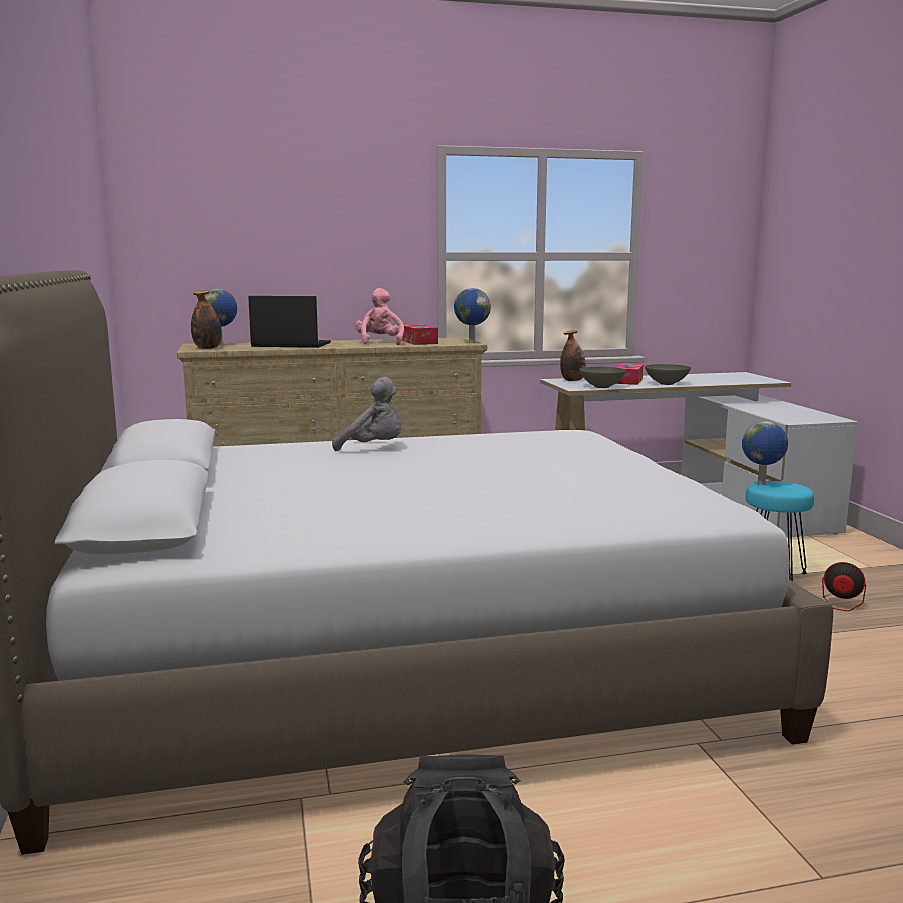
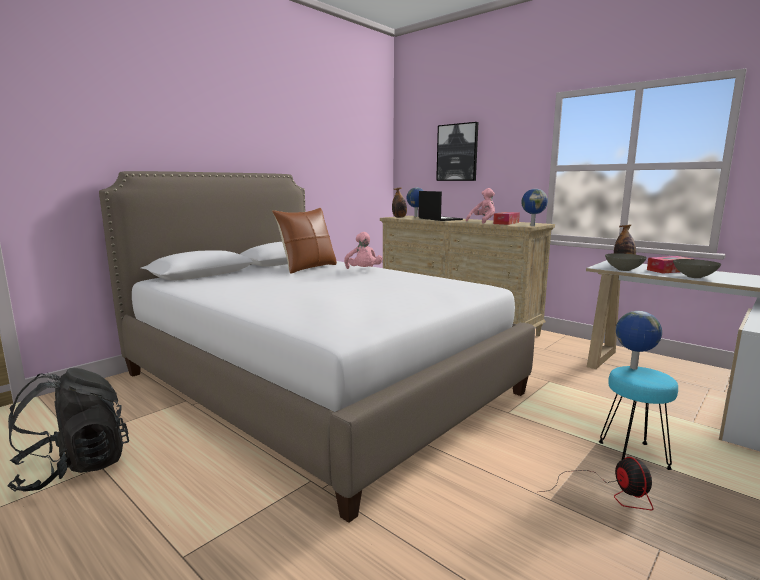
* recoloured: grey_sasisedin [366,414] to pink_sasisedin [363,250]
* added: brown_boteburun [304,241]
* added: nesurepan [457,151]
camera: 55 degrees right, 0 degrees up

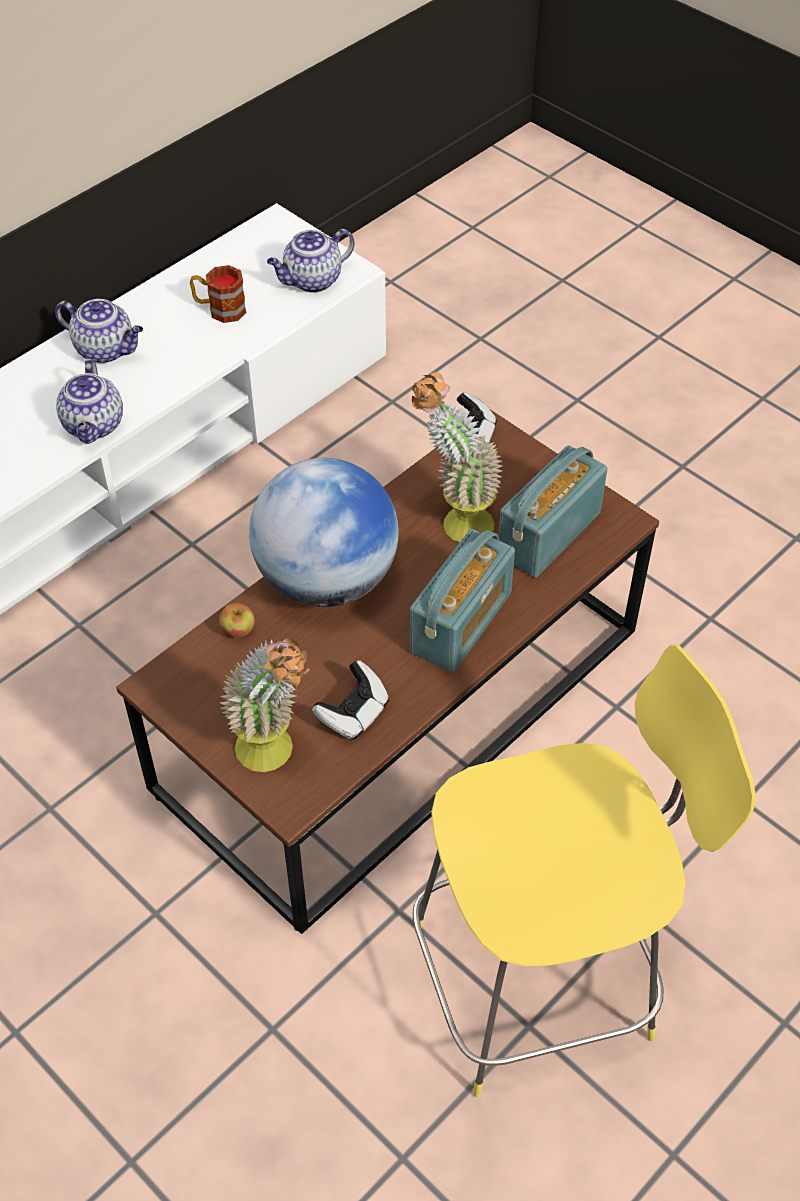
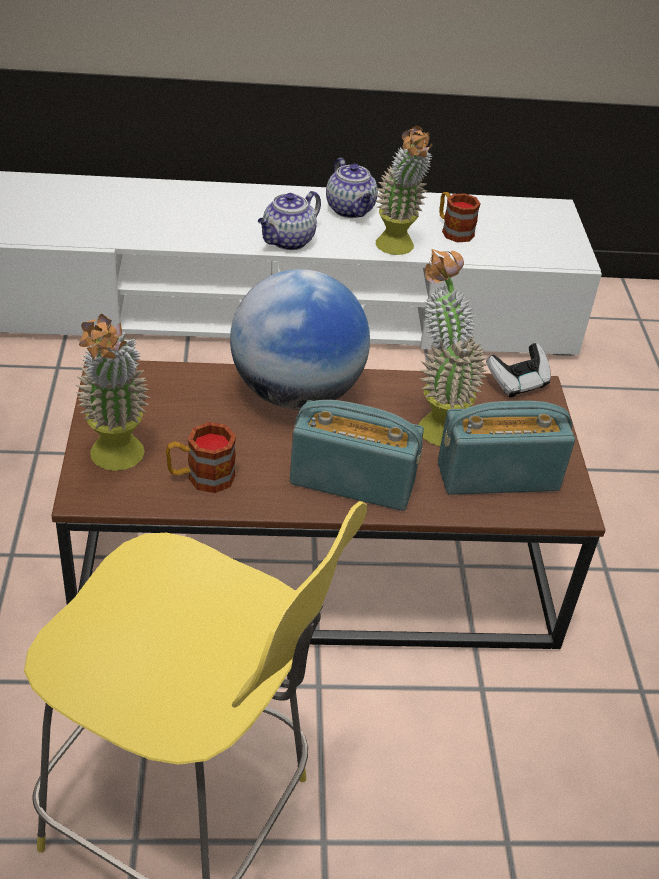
* removed: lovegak [237,620]
* removed: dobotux [311,261]
* replaced: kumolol [350,700] to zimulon [201,457]
* turned: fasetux [462,600] = [357,455] 150 degrees counterclockwise
* added: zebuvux [404,190]
camera: 40 degrees right, 10 degrees down

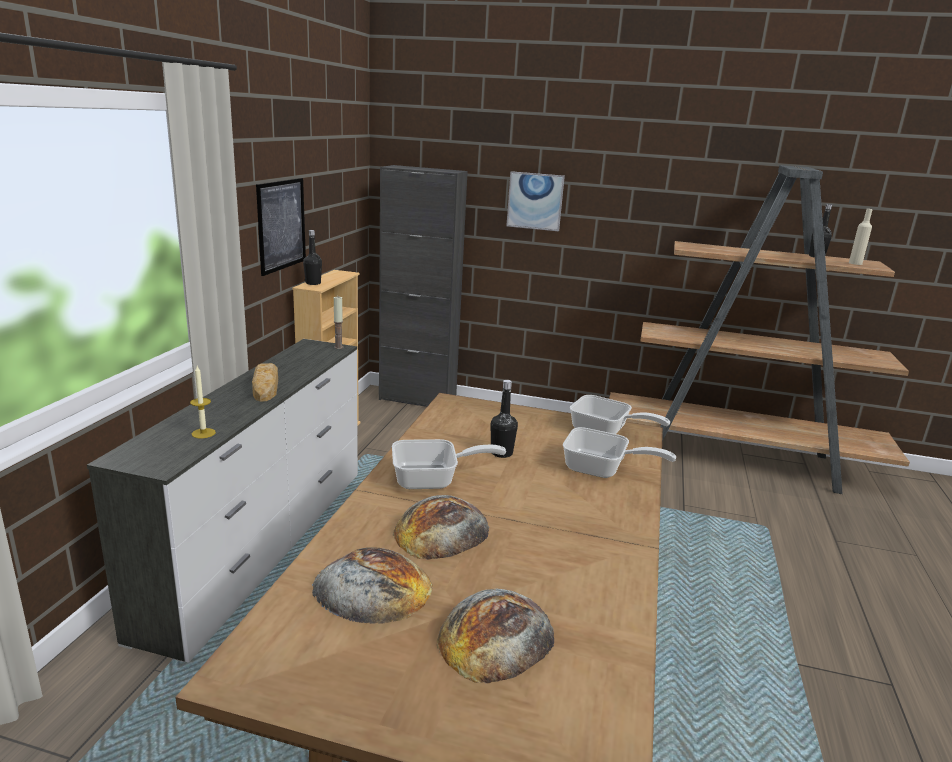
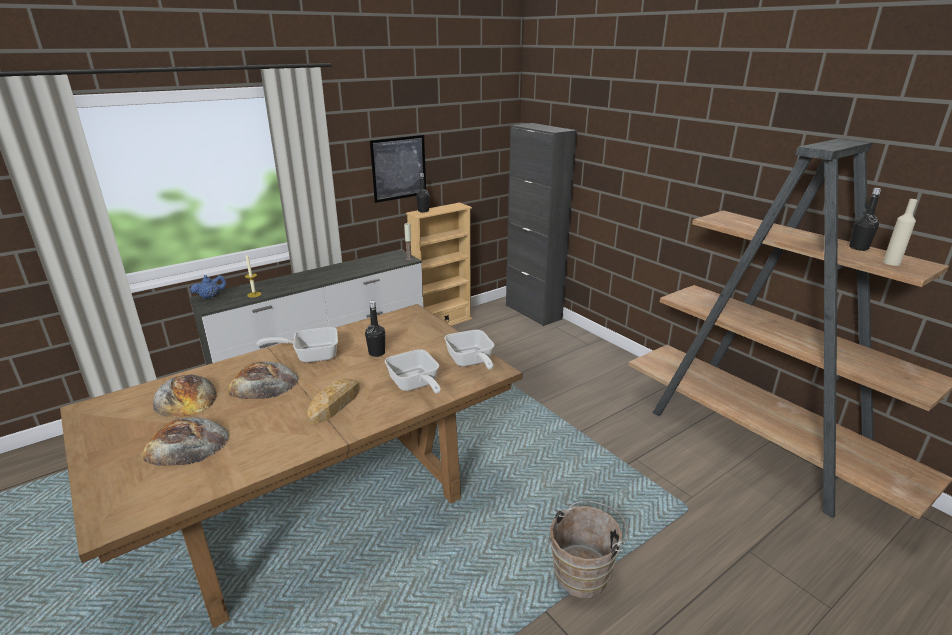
* moved: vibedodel [265,382] to [333,402]
* turned: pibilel [449,464] = [297,345] 135 degrees clockwise
* removed: nesurepan [535,201]
* added: blue_dobotux [208,287]
* added: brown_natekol [589,549]
camera: 40 degrees right, 5 degrees up

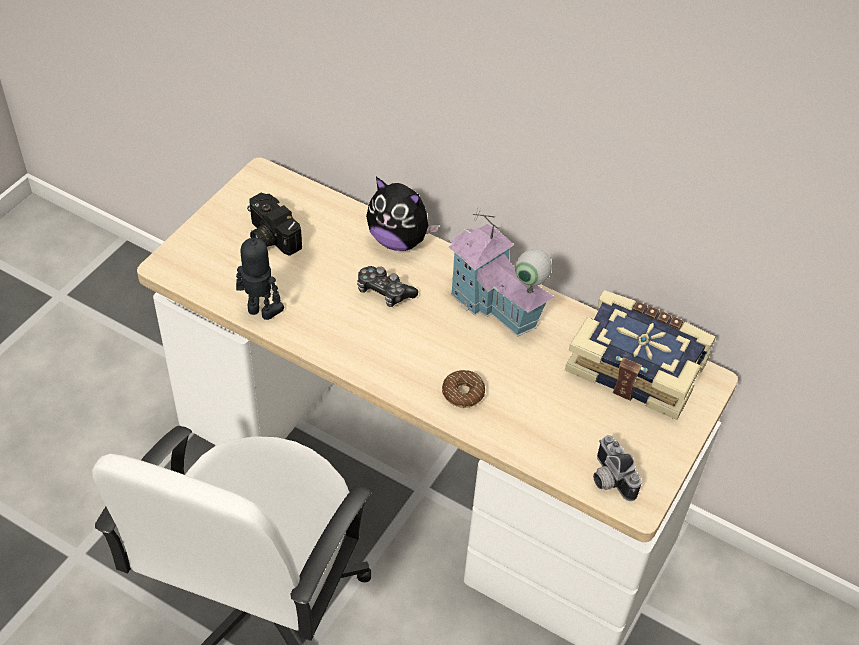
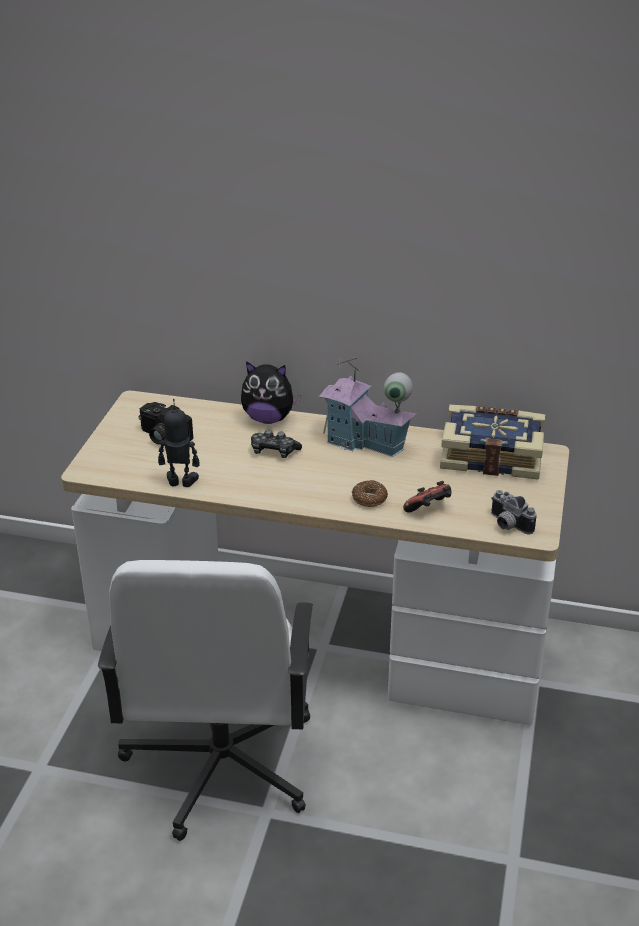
* added: kumolol [427,497]
camera: 15 degrees left, 15 degrees down

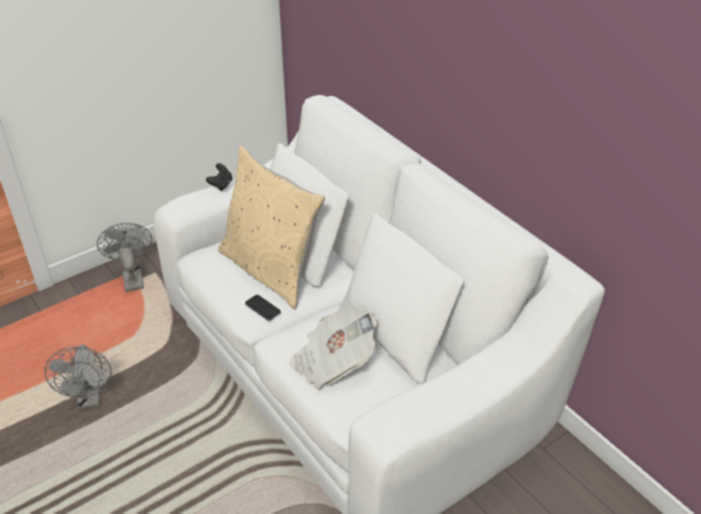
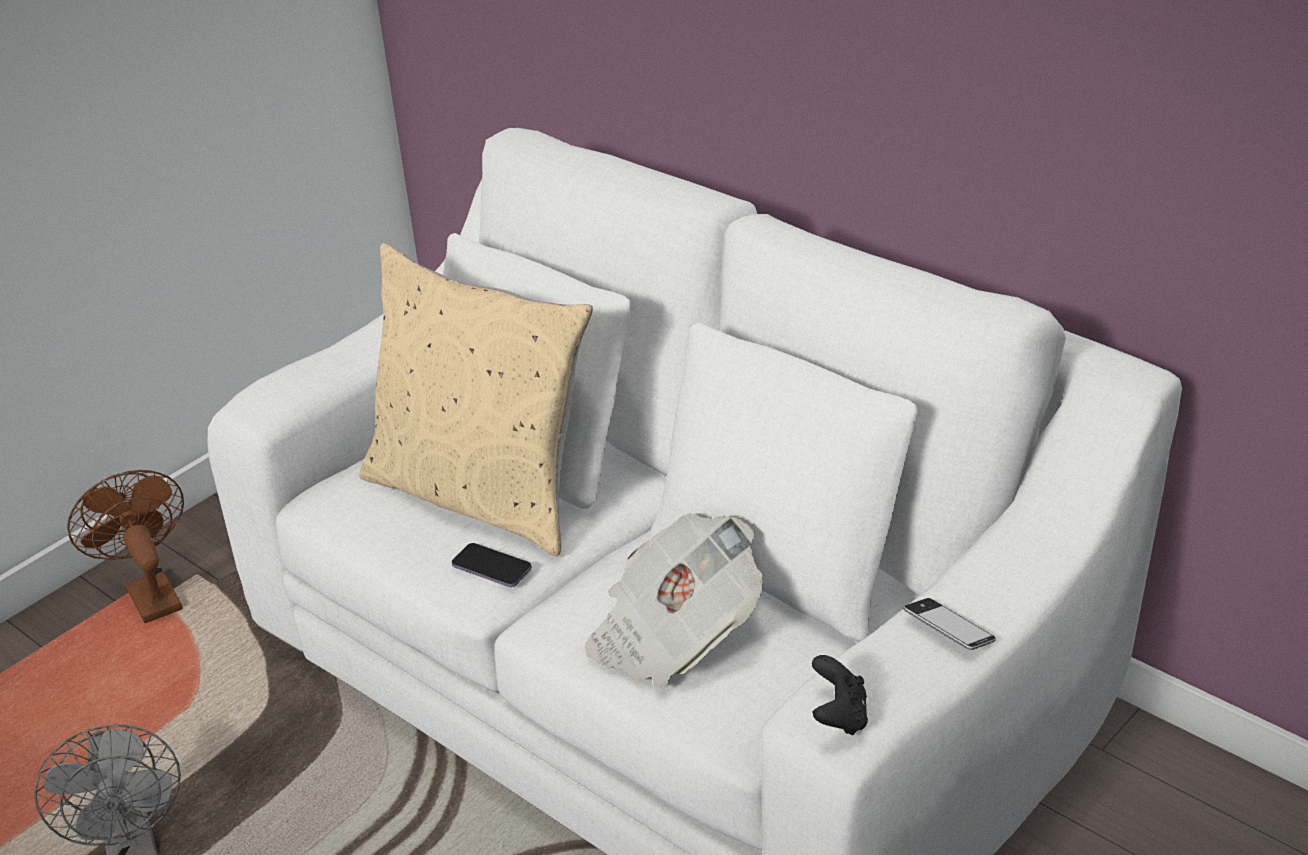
* recoloured: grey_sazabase [124,257] to brown_sazabase [125,546]
* moved: black_kumolol [219,177] to [840,695]
* added: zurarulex [950,624]
camera: 10 degrees left, 5 degrees down

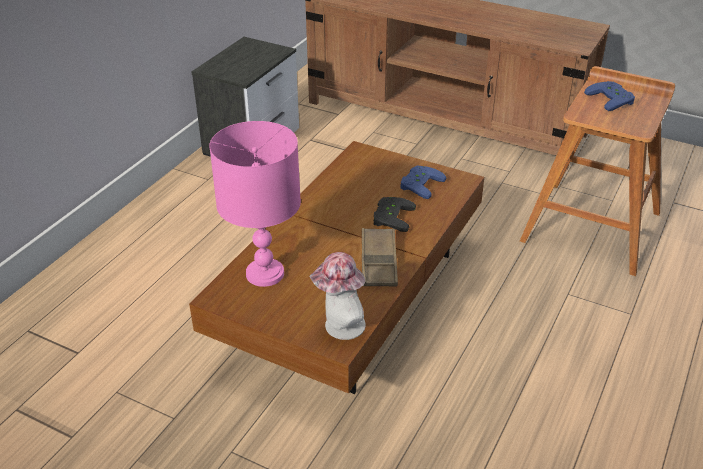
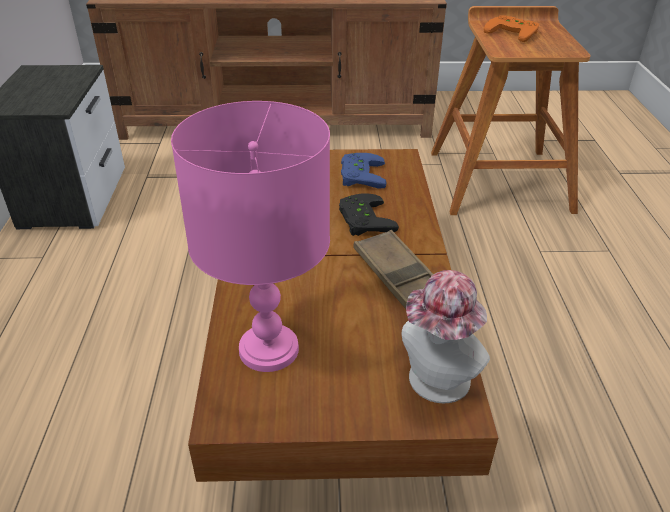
* recoloured: blue_kumolol [609,96] to orange_kumolol [511,28]
camera: 30 degrees left, 0 degrees up

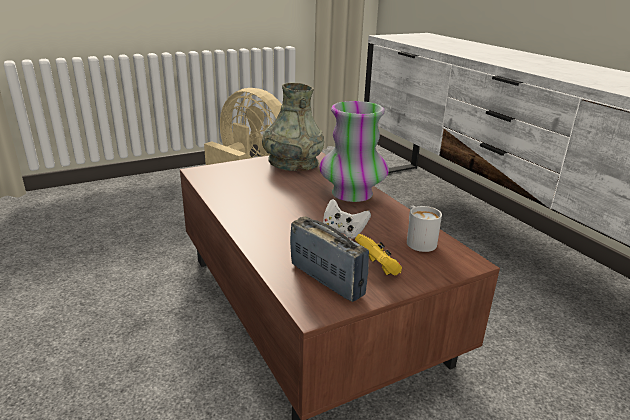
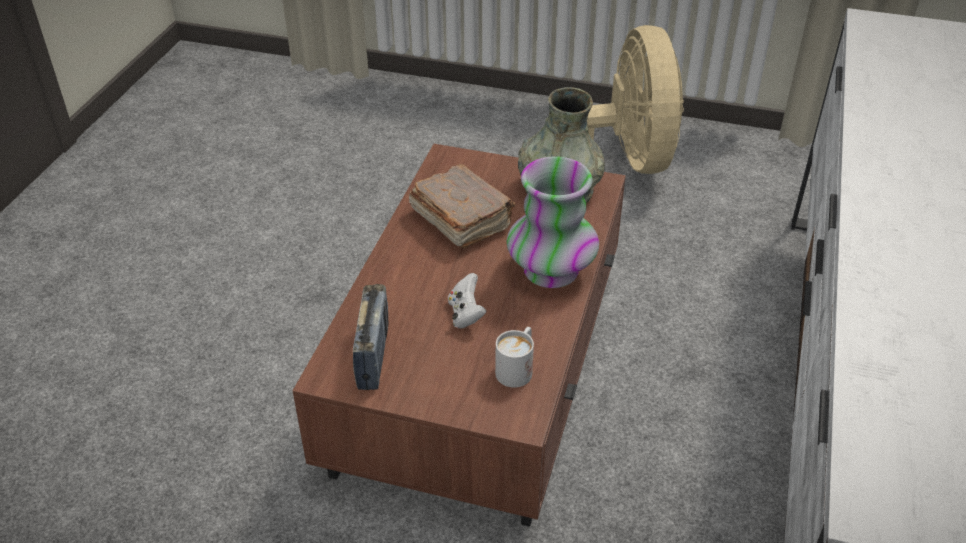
* removed: yellow_kumolol [378,255]
* added: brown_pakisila [462,206]
camera: 45 degrees right, 15 degrees up

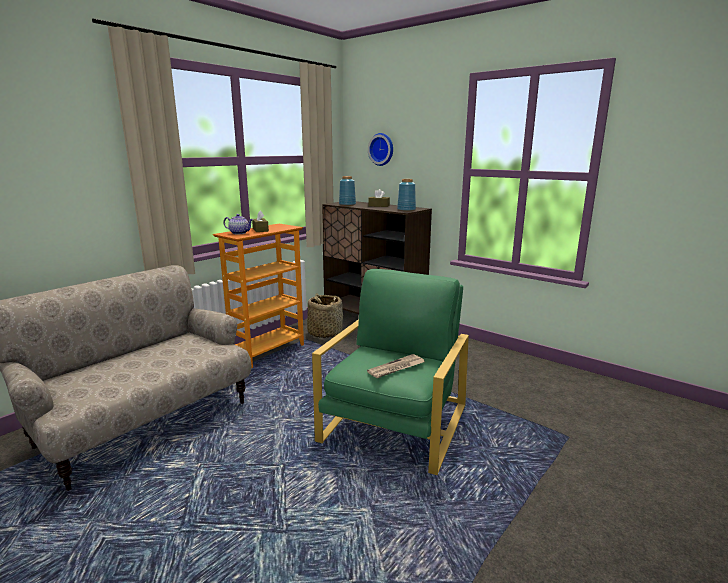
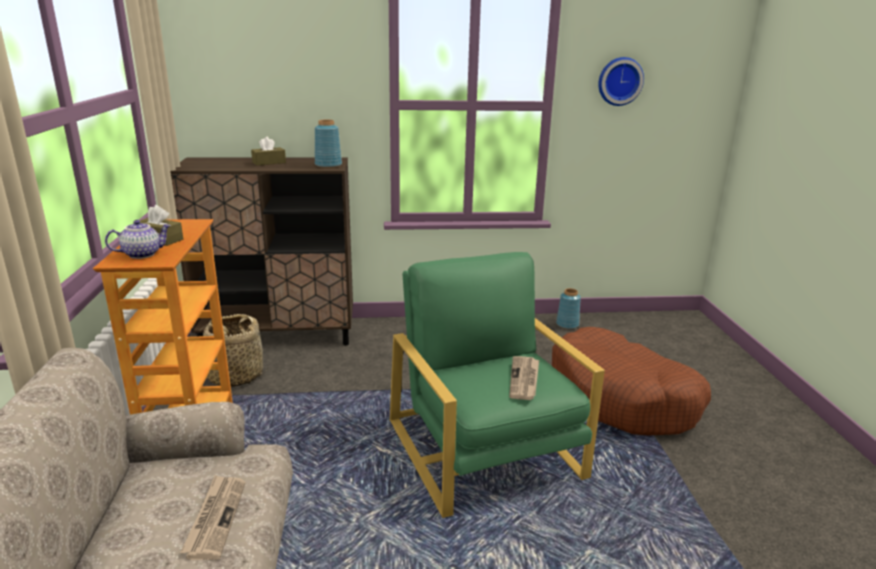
* moved: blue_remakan [347,191] to [568,308]
* moved: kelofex [380,149] to [621,81]
* added: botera [212,517]
* added: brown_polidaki [631,381]
camera: 45 degrees left, 5 degrees up

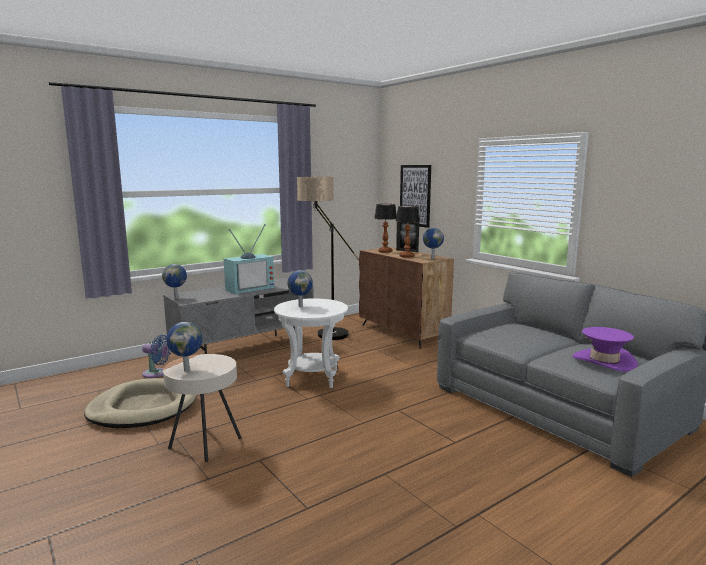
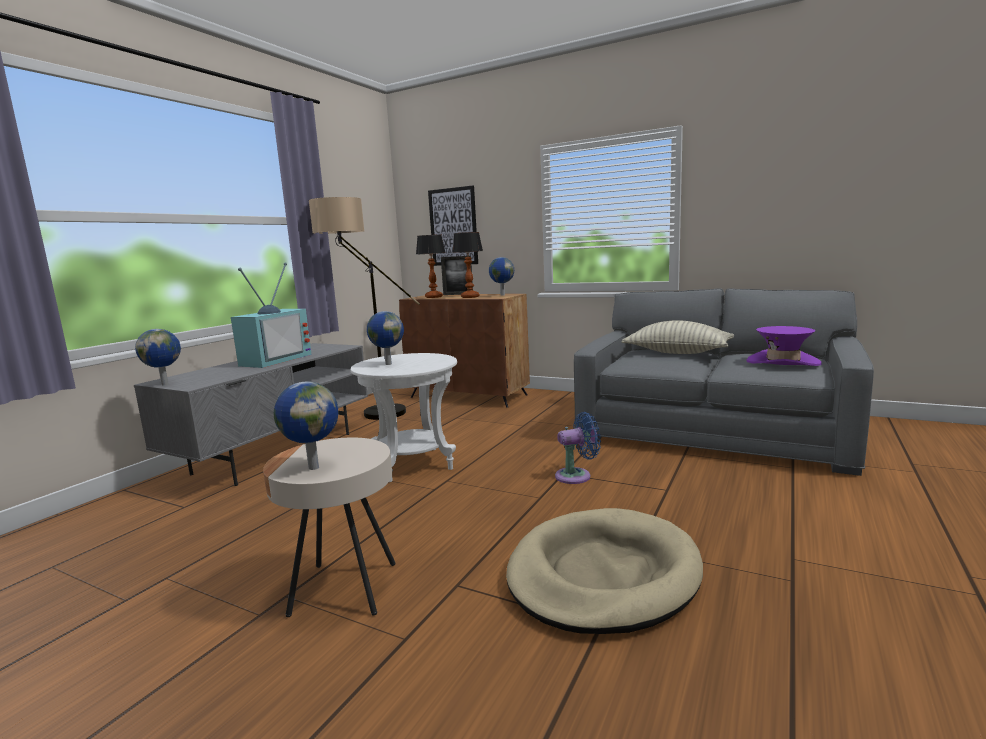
* moved: beige_polidaki [140,403] to [604,571]
* moved: blue_sazabase [156,356] to [578,448]
* added: boteburun [677,337]
camera: 25 degrees left, 0 degrees up

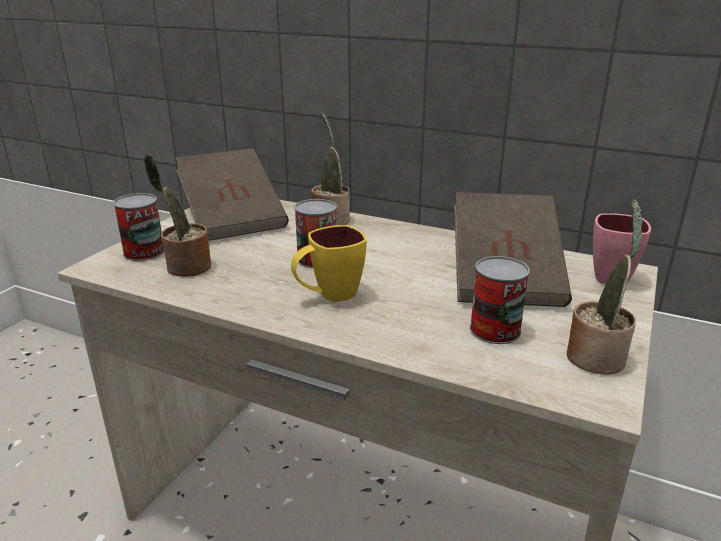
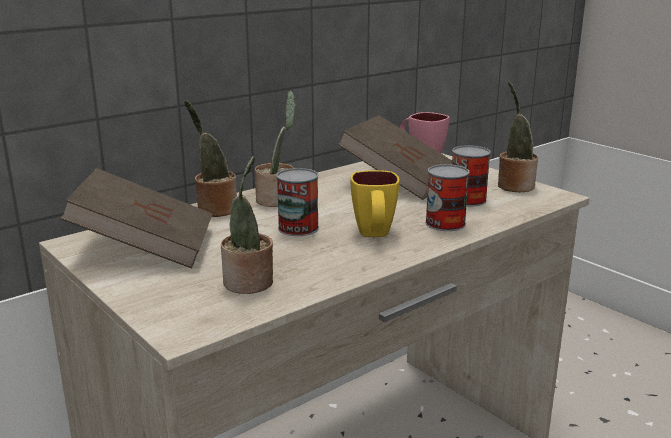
* moved: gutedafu [138,227] to [447,197]
* added: zebuvux [274,149]
camera: 65 degrees left, 5 degrees down

